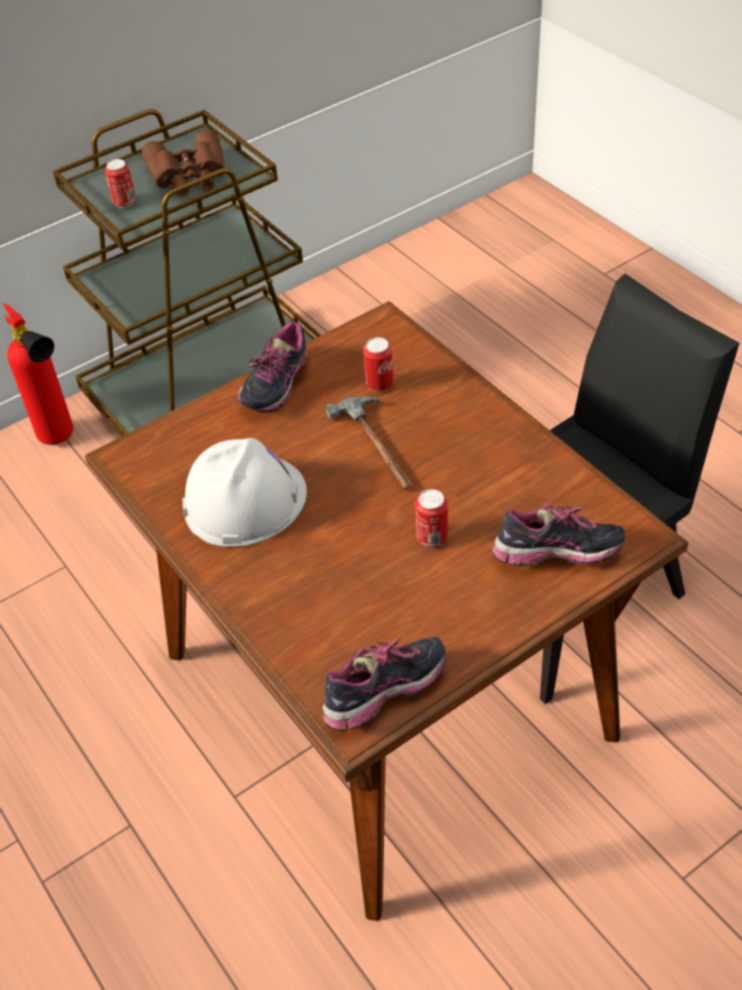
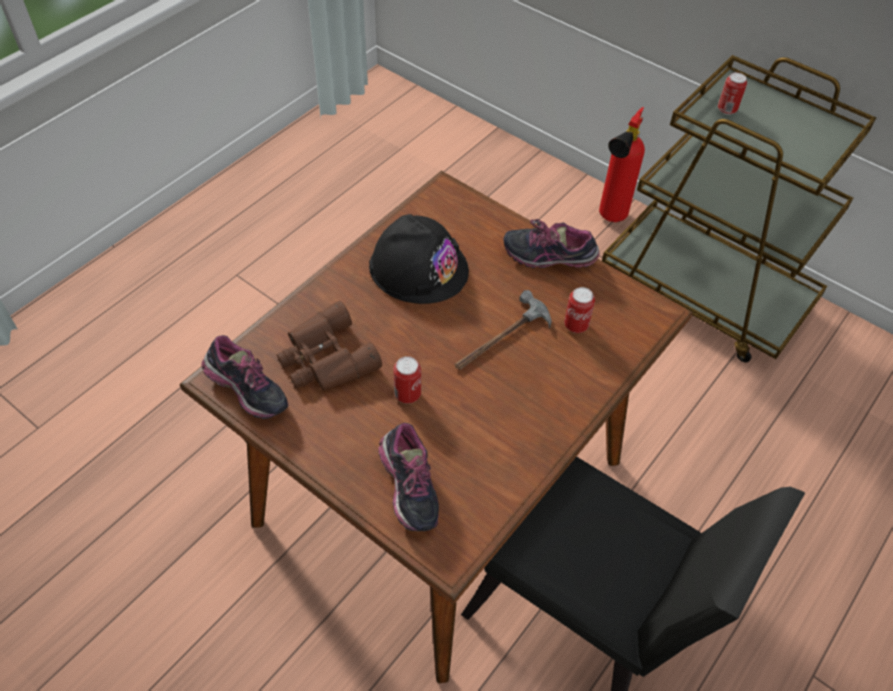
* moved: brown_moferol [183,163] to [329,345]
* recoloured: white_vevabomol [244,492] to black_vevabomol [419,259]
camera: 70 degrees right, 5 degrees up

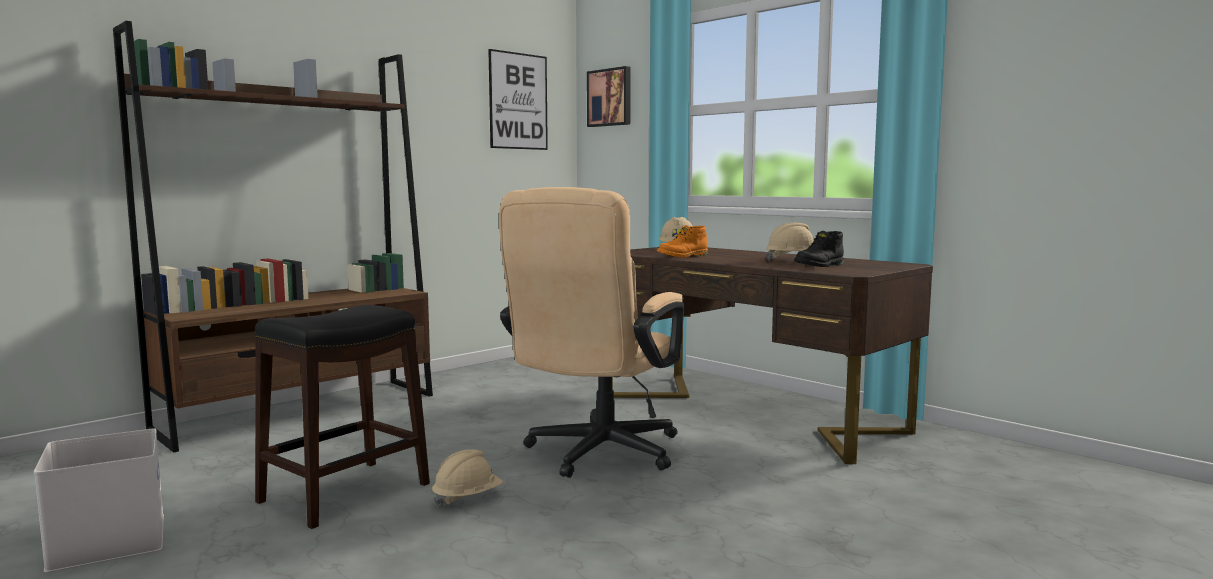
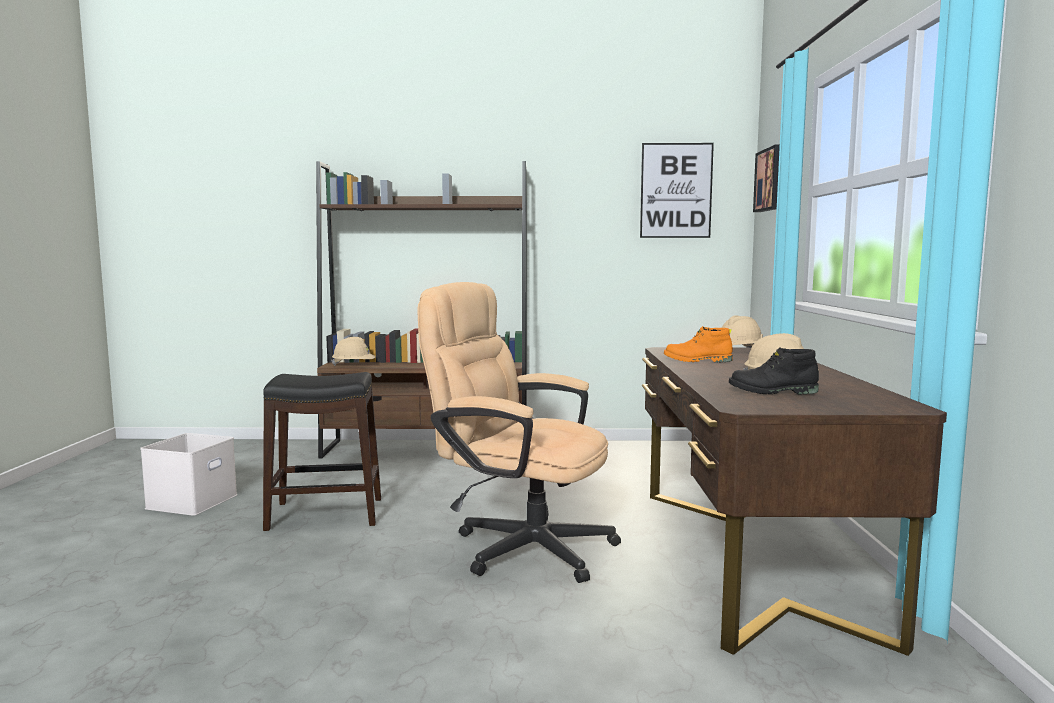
* moved: beige_vevabomol [467,478] to [353,351]
* turned: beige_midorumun [591,332] = [519,432] 45 degrees clockwise
camera: 45 degrees right, 0 degrees up

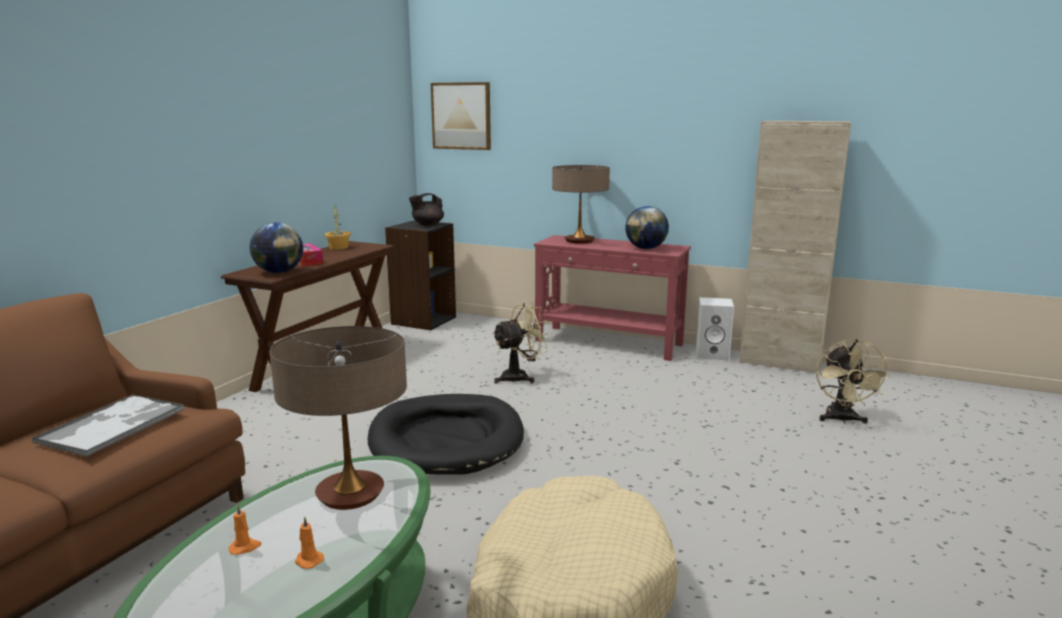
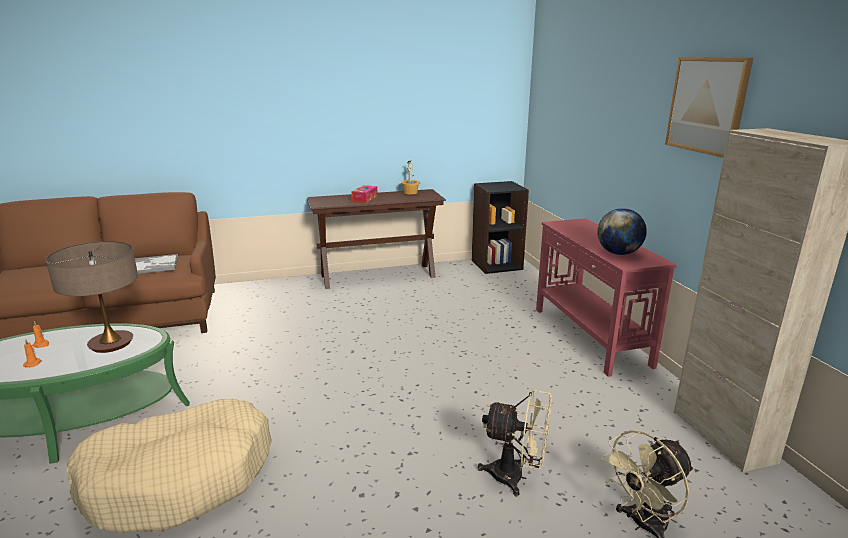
* removed: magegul [276,248]
* removed: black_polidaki [446,434]
* removed: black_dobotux [426,209]
* moved: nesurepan [461,116] to [709,107]
* moved: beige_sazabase [521,343] to [515,442]
* removed: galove [581,204]
* removed: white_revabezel [715,329]
camera: 50 degrees right, 5 degrees up

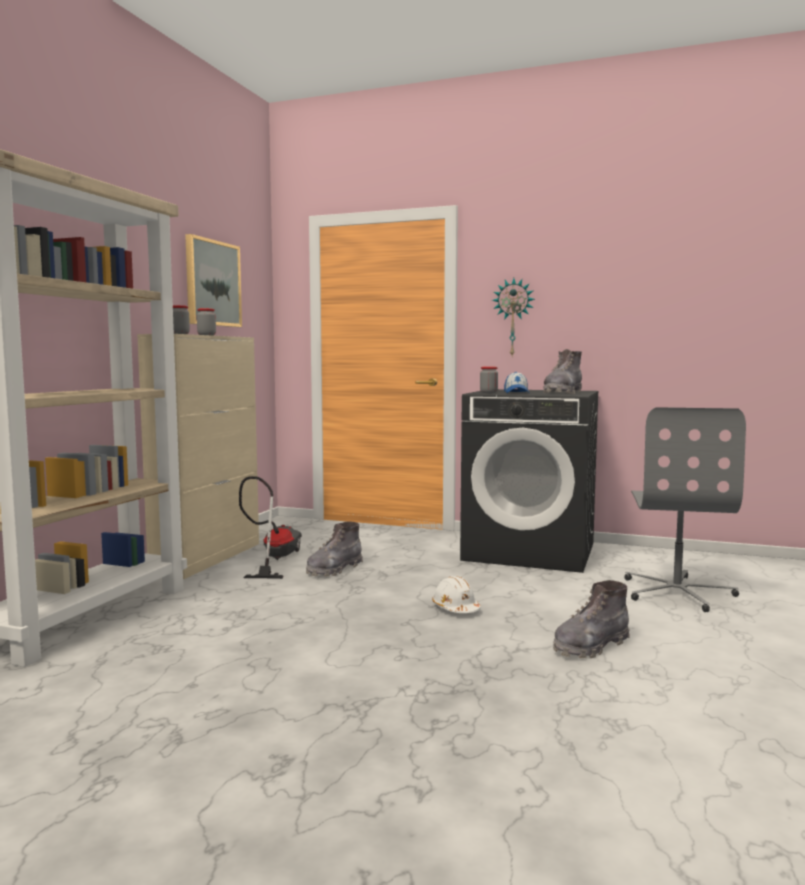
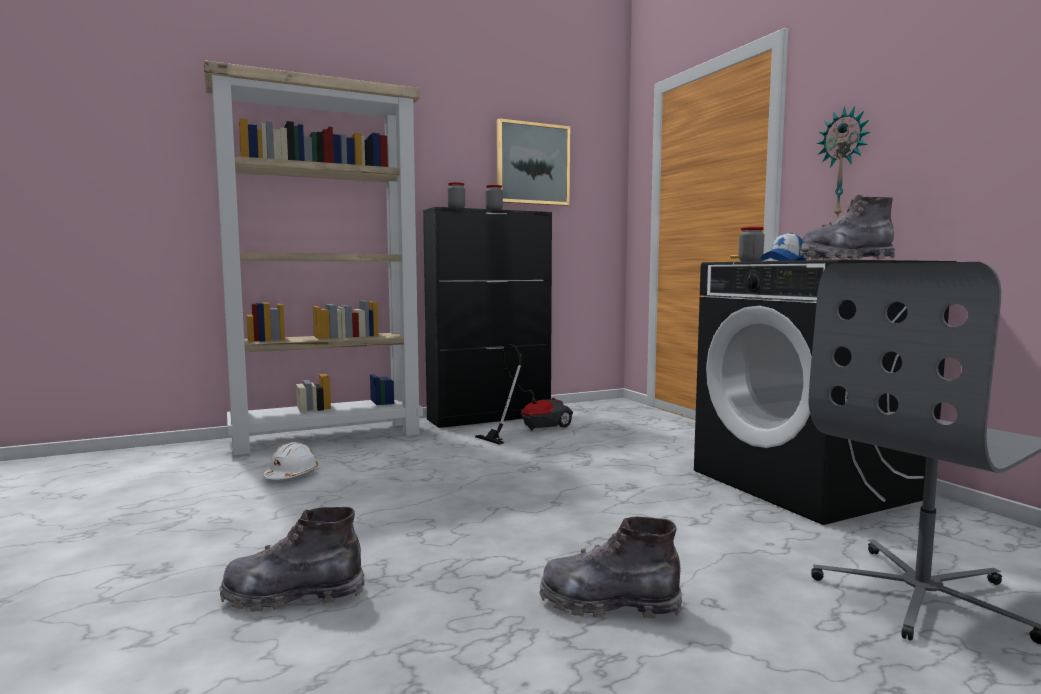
* recoloured: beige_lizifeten [198,456] to black_lizifeten [487,317]
* moved: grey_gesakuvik [334,549] to [292,559]
* moved: white_vevabomol [456,594] to [290,461]
camera: 45 degrees right, 0 degrees up

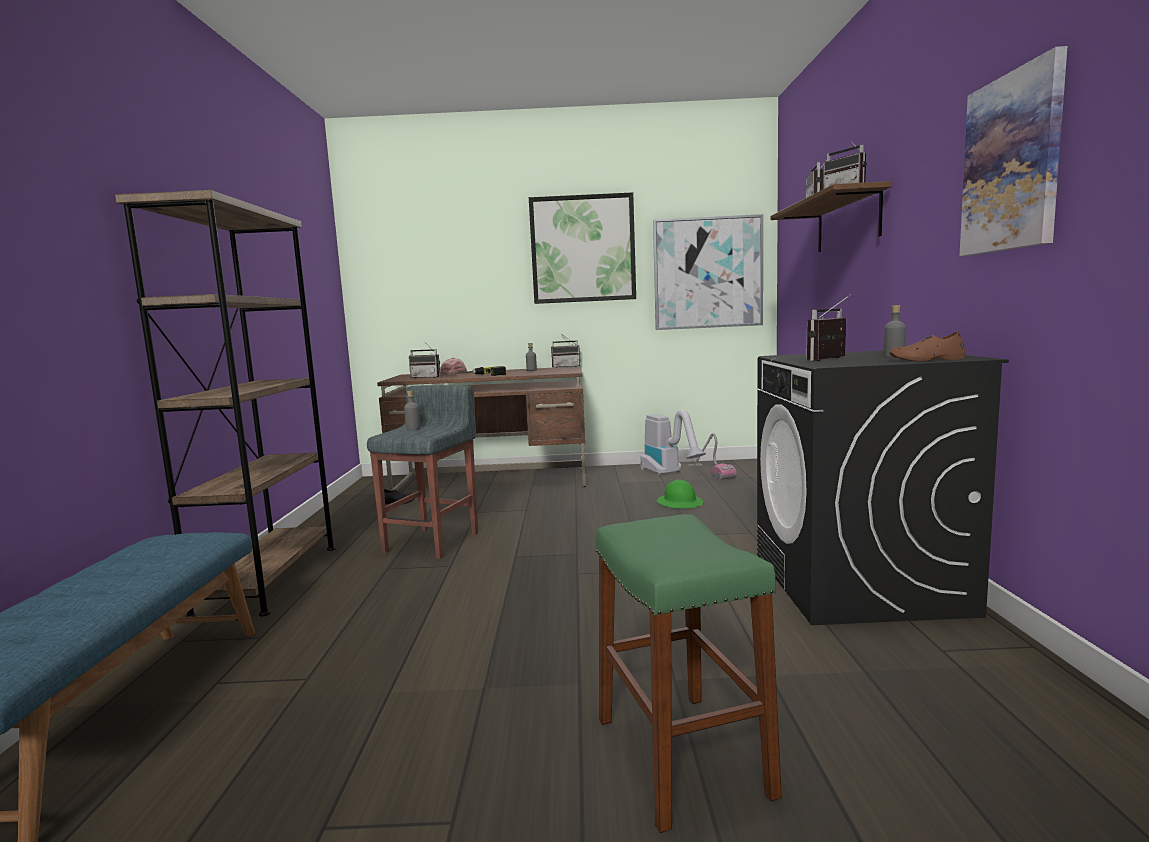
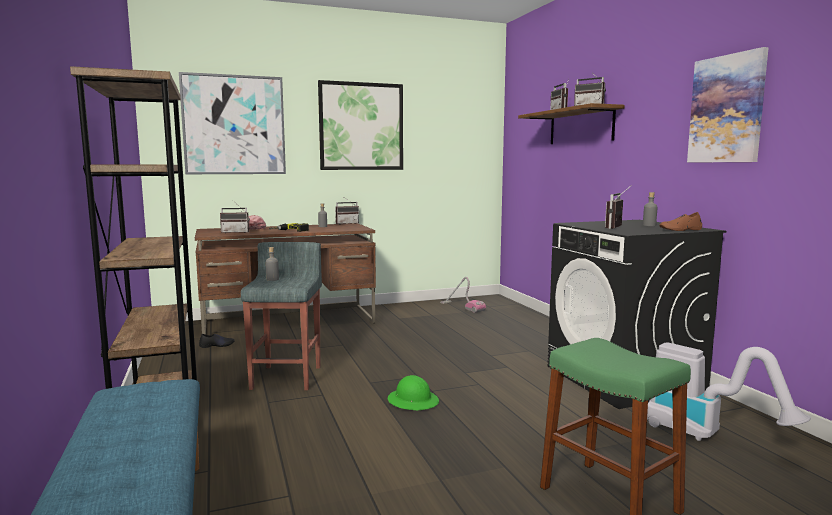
* moved: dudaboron [673,442] to [729,392]
* moved: nesurepan [708,272] to [232,123]
* moved: green_vevabomol [680,494] to [413,392]
camera: 20 degrees left, 0 degrees up

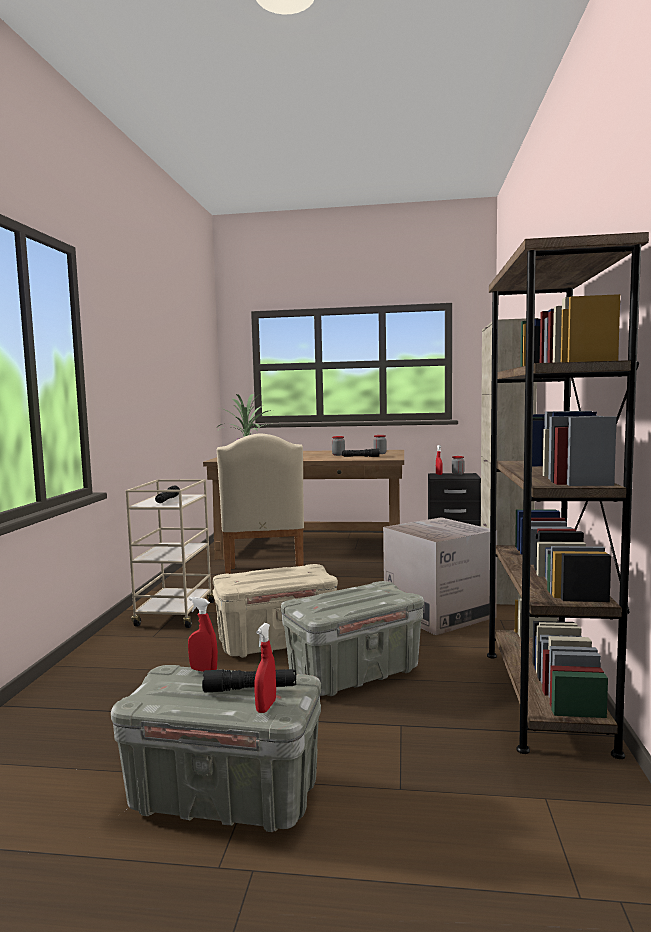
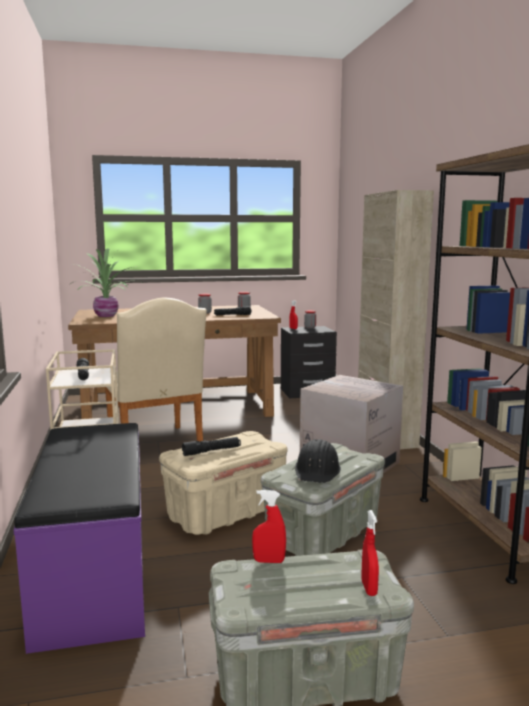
* moved: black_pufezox [249,680] to [211,446]
* added: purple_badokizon [79,538]
* added: black_vevabomol [318,461]
camera: 20 degrees left, 5 degrees up

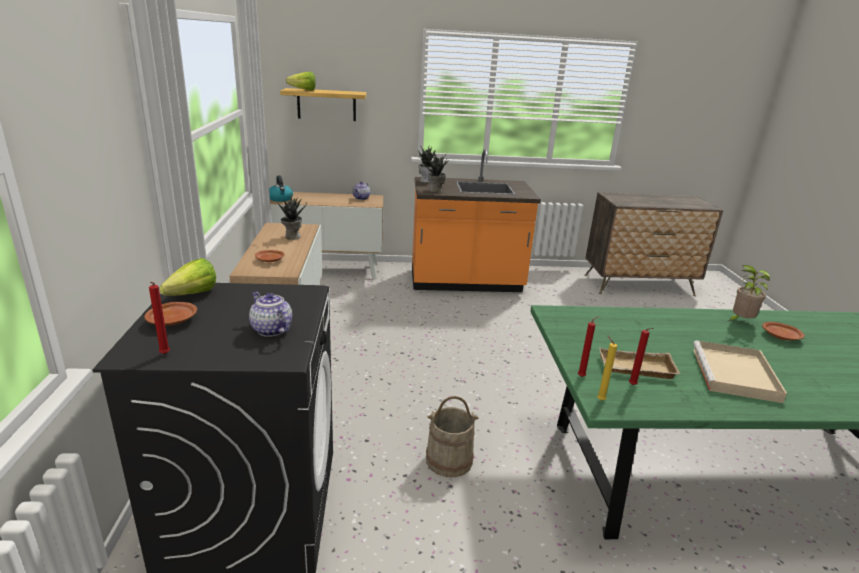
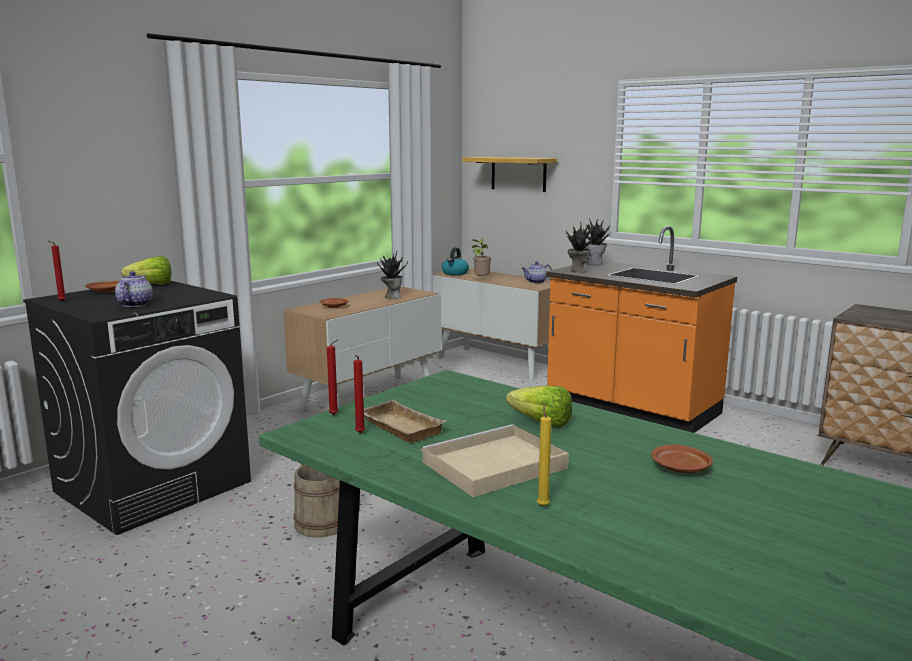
* moved: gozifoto [301,81] to [539,406]
* moved: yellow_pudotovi [607,367] to [544,455]
* moved: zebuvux [750,293] to [481,258]
camera: 45 degrees right, 10 degrees down

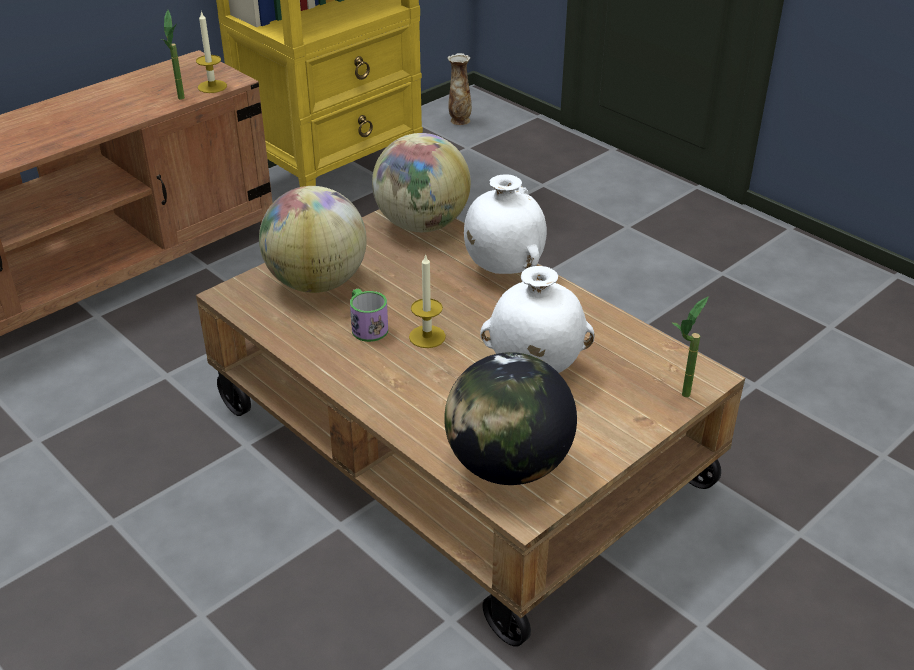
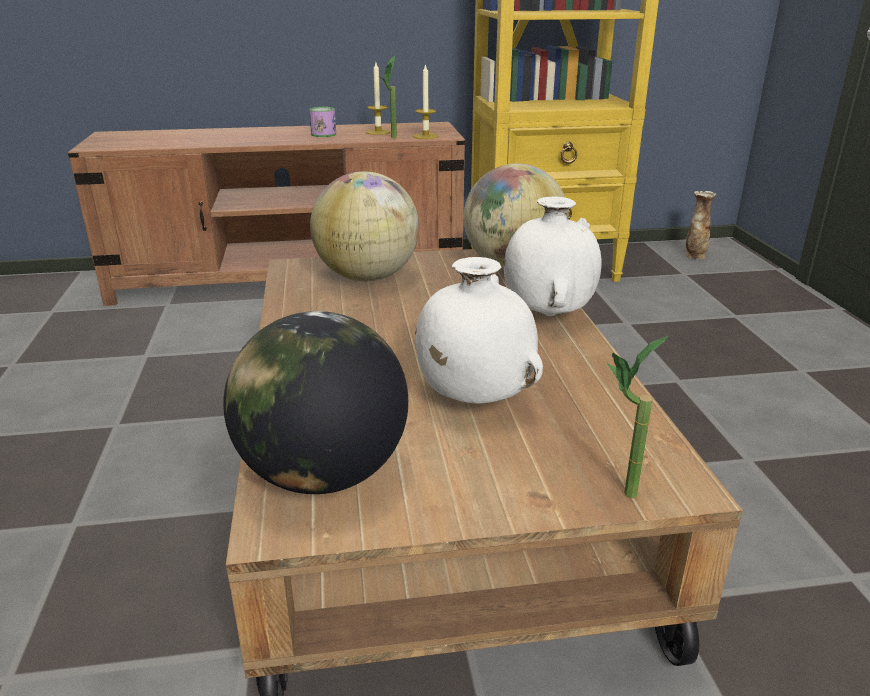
* moved: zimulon [369,315] to [322,122]
* moved: pudotovi [427,301] to [378,99]
camera: 35 degrees right, 10 degrees down

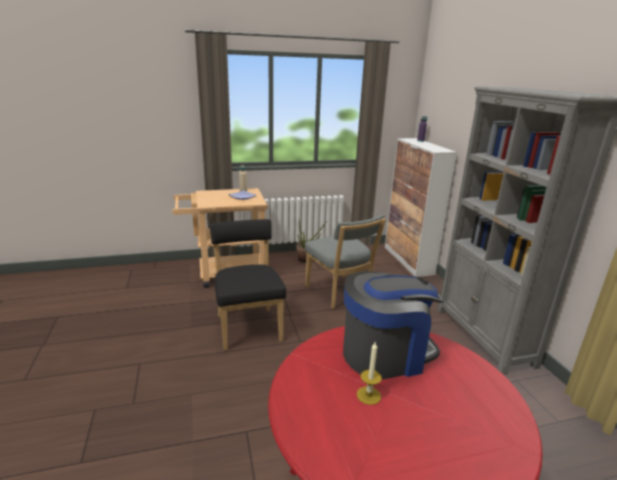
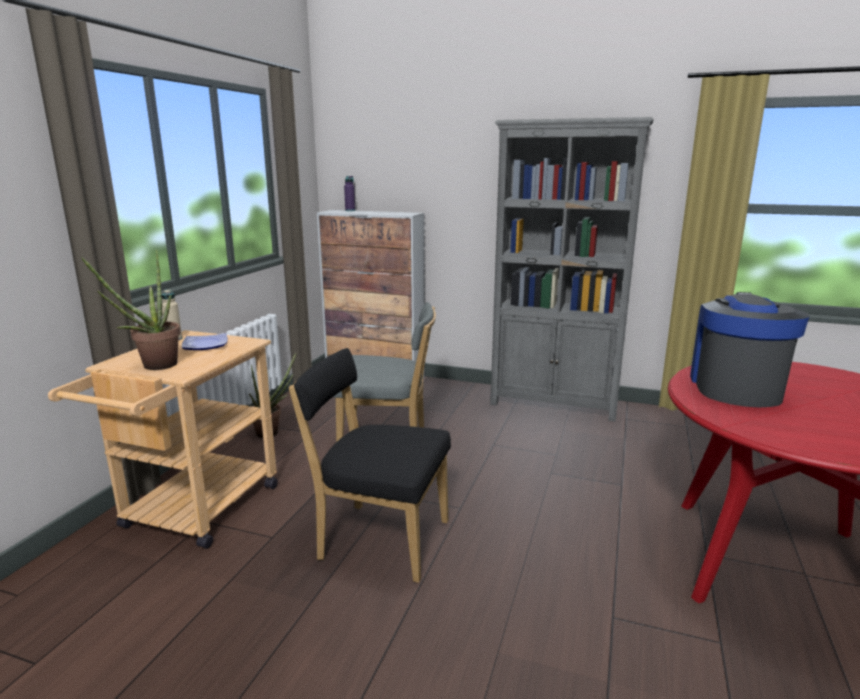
* removed: pudotovi [369,373]
* added: zebuvux [131,310]
camera: 55 degrees left, 5 degrees down

